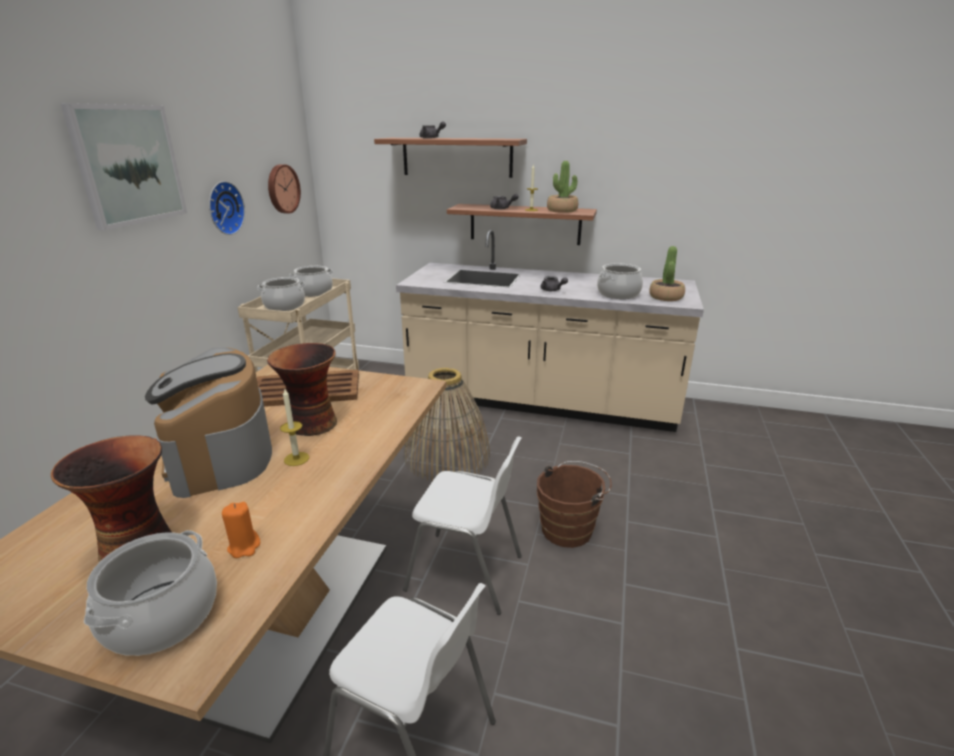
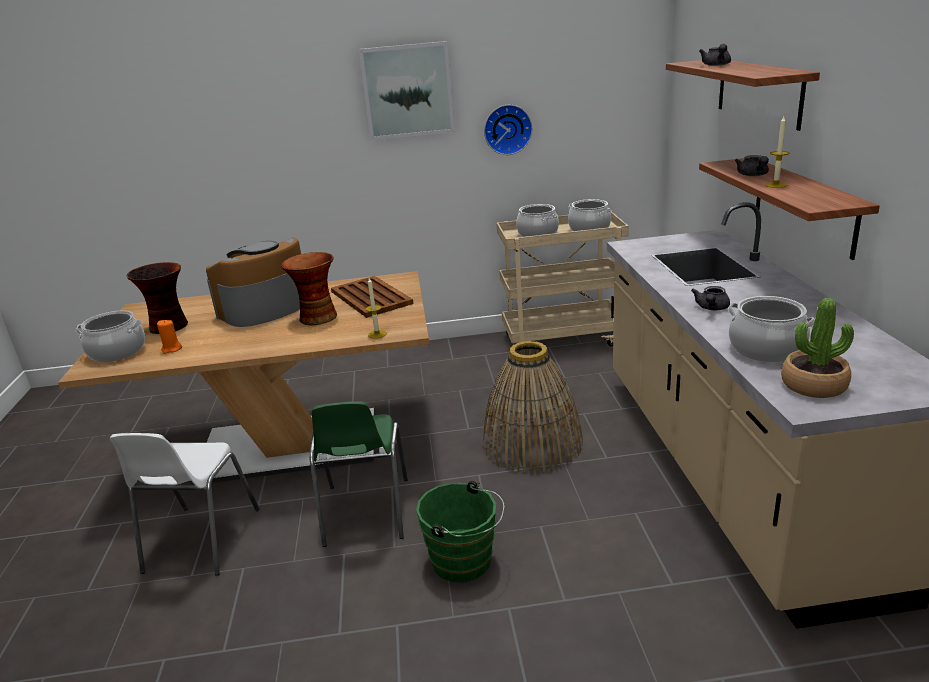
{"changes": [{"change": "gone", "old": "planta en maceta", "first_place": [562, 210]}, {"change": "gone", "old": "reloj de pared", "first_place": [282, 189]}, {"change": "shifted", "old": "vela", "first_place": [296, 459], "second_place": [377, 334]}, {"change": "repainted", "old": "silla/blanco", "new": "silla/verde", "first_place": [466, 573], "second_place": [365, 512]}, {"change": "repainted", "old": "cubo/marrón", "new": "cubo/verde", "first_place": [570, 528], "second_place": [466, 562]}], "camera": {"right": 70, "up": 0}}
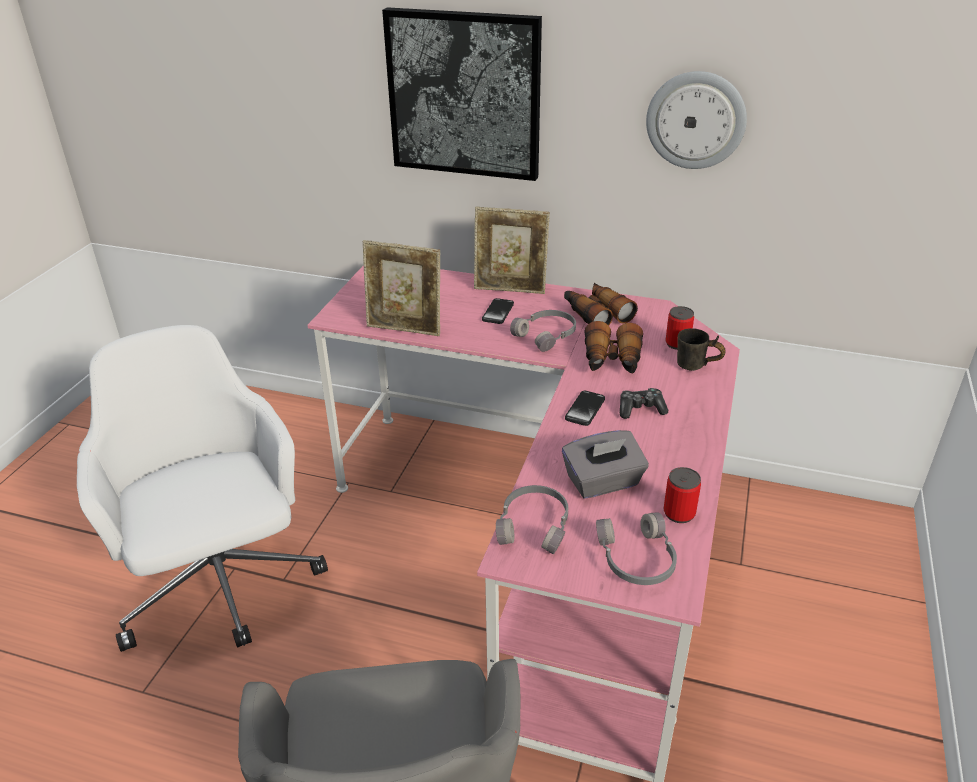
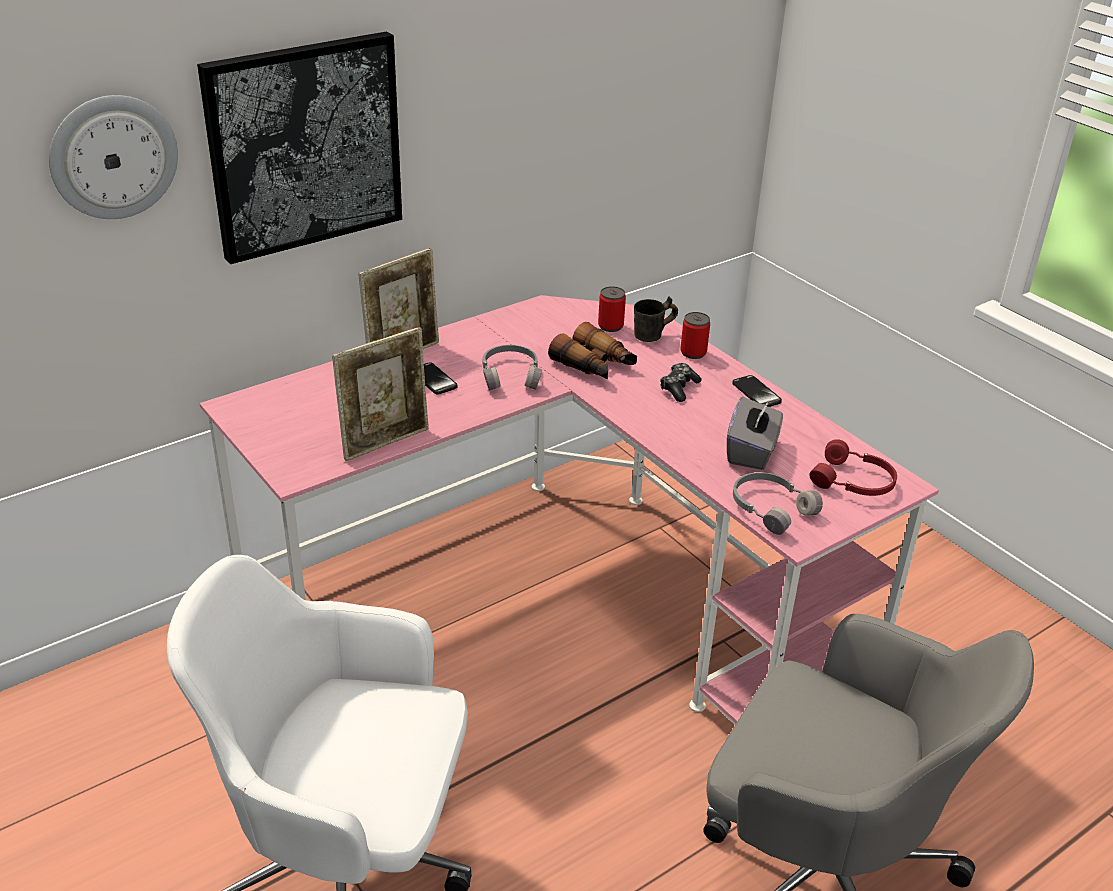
{"changes": [{"change": "shifted", "old": "reloj de pared", "first_place": [696, 120], "second_place": [113, 157]}, {"change": "gone", "old": "prismáticos", "first_place": [596, 313]}, {"change": "shifted", "old": "móvil", "first_place": [585, 409], "second_place": [756, 393]}, {"change": "shifted", "old": "lata", "first_place": [679, 513], "second_place": [693, 353]}, {"change": "repainted", "old": "auriculares/gris", "new": "auriculares/rojo", "first_place": [635, 559], "second_place": [853, 482]}], "camera": {"right": -55, "up": 0}}
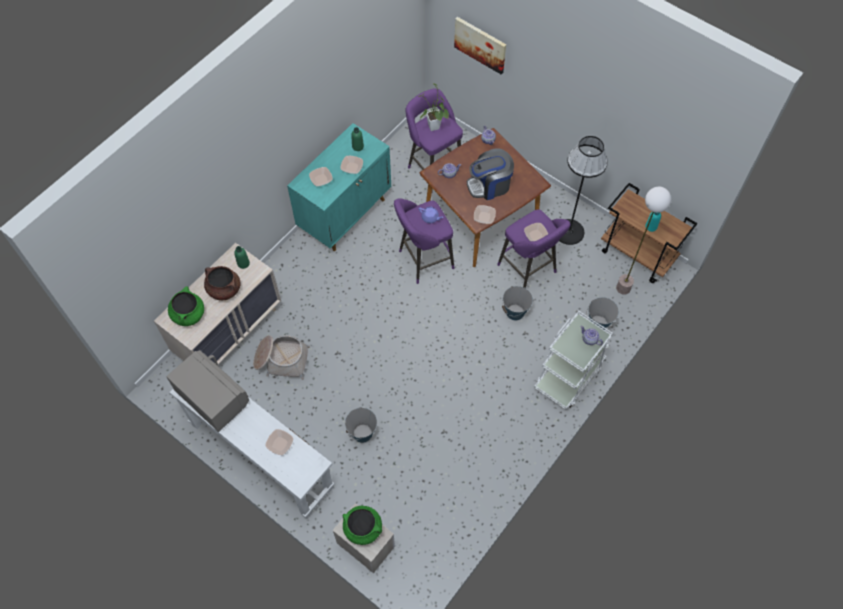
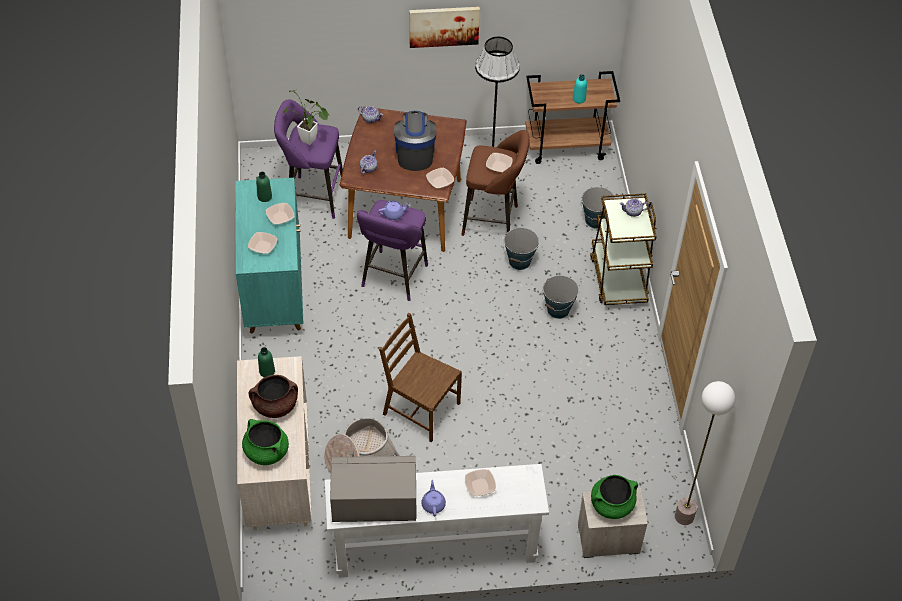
{"changes": [{"change": "shifted", "old": "cuadro", "first_place": [480, 44], "second_place": [444, 26]}, {"change": "rotated", "old": "cafetera", "first_place": [489, 185], "second_place": [415, 154], "degrees": 150}, {"change": "shifted", "old": "lámpara de pie", "first_place": [623, 288], "second_place": [684, 516]}, {"change": "repainted", "old": "taburete/morado", "new": "taburete/marrón", "first_place": [529, 271], "second_place": [493, 221]}, {"change": "repainted", "old": "carrito/blanco", "new": "carrito/marrón", "first_place": [568, 376], "second_place": [618, 278]}, {"change": "shifted", "old": "cubo", "first_place": [362, 433], "second_place": [558, 310]}, {"change": "new", "new": "silla/marrón", "second_place": [420, 409]}, {"change": "new", "new": "tetera/morado", "second_place": [433, 504]}], "camera": {"right": -45, "up": -10}}
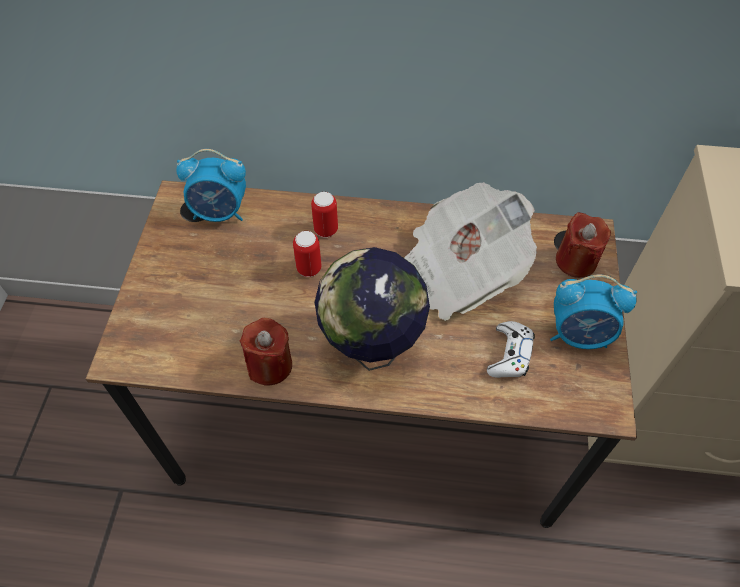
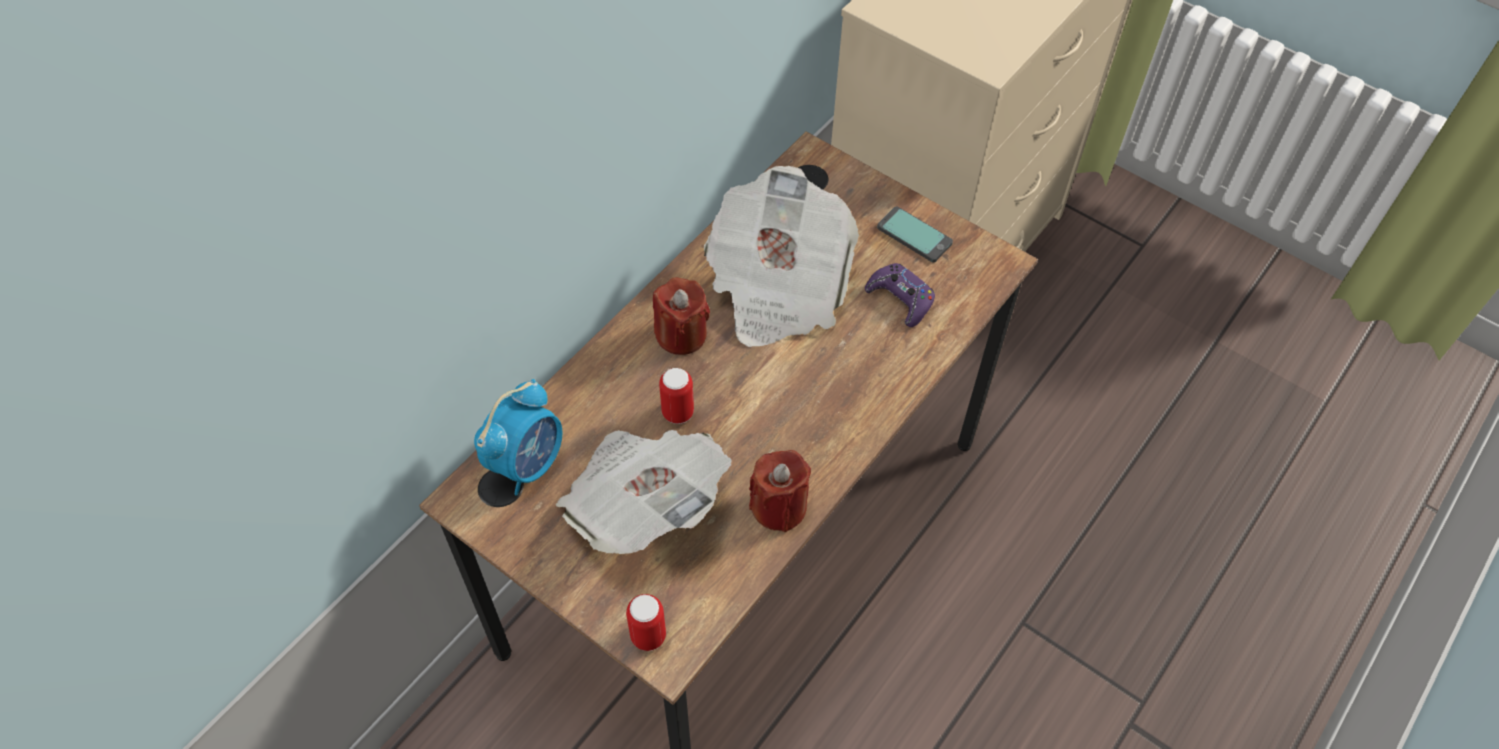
{"changes": [{"change": "shifted", "old": "lata", "first_place": [326, 230], "second_place": [648, 636]}, {"change": "shifted", "old": "vela/rojo", "first_place": [575, 261], "second_place": [681, 334]}, {"change": "gone", "old": "globo terráqueo", "first_place": [372, 348]}, {"change": "swapped", "old": "despertador", "new": "móvil", "first_place": [579, 334], "second_place": [914, 235]}, {"change": "repainted", "old": "mando de consola/blanco", "new": "mando de consola/morado", "first_place": [509, 354], "second_place": [900, 299]}, {"change": "new", "new": "periódico", "second_place": [644, 504]}], "camera": {"right": -60, "up": 0}}
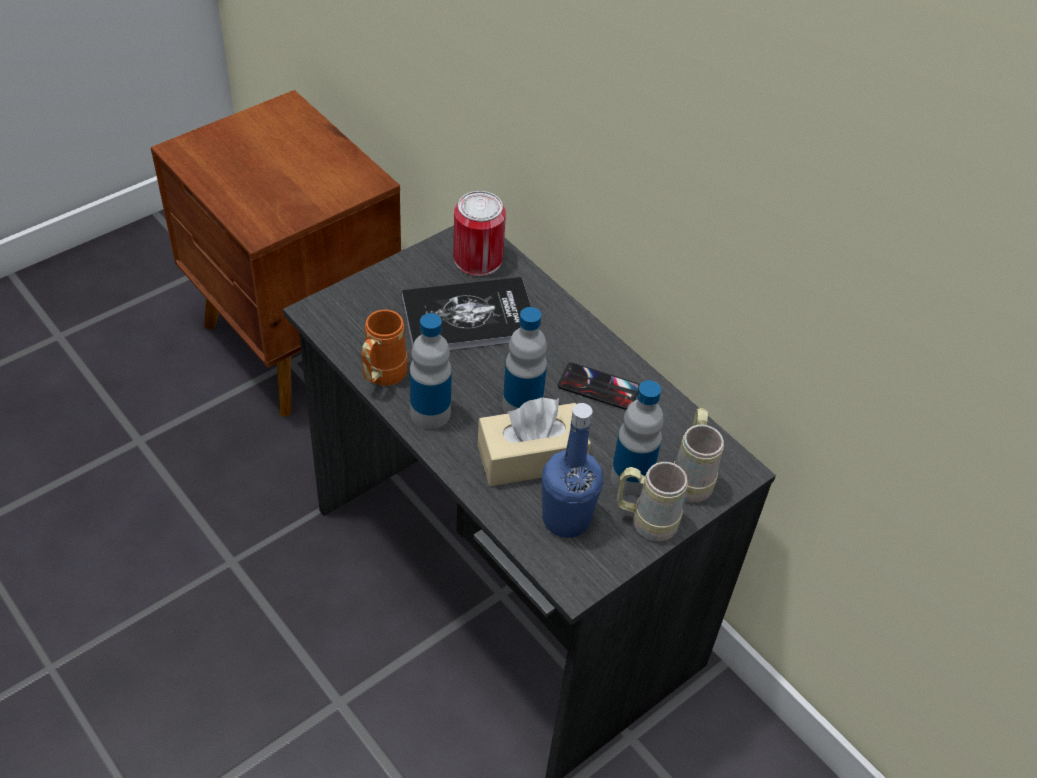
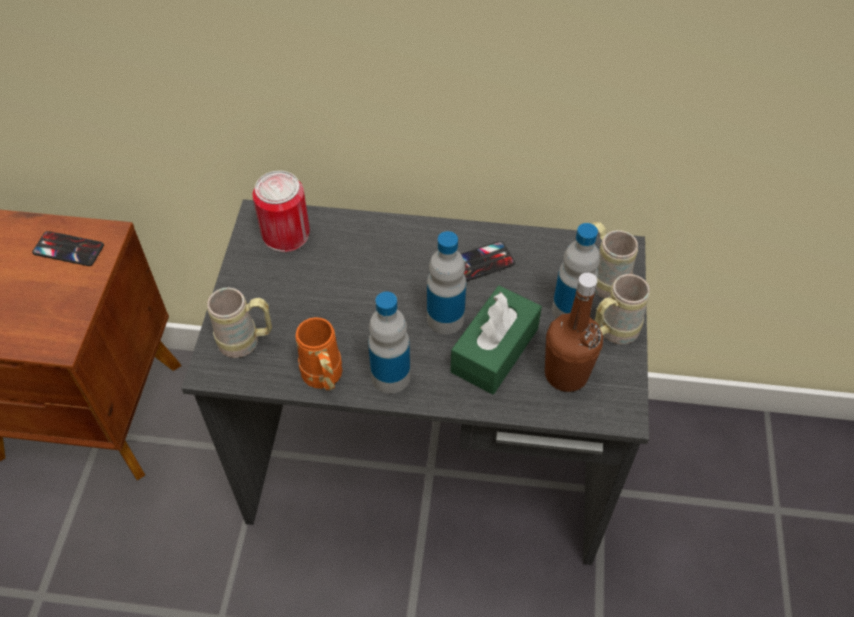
{"changes": [{"change": "gone", "old": "libro", "first_place": [469, 317]}, {"change": "repainted", "old": "caja de pañuelos/beis", "new": "caja de pañuelos/verde", "first_place": [531, 457], "second_place": [494, 350]}, {"change": "repainted", "old": "botella/azul", "new": "botella/marrón", "first_place": [566, 519], "second_place": [566, 374]}, {"change": "new", "new": "móvil", "second_place": [68, 249]}, {"change": "new", "new": "taza grande/beis", "second_place": [247, 342]}], "camera": {"right": -40, "up": 5}}
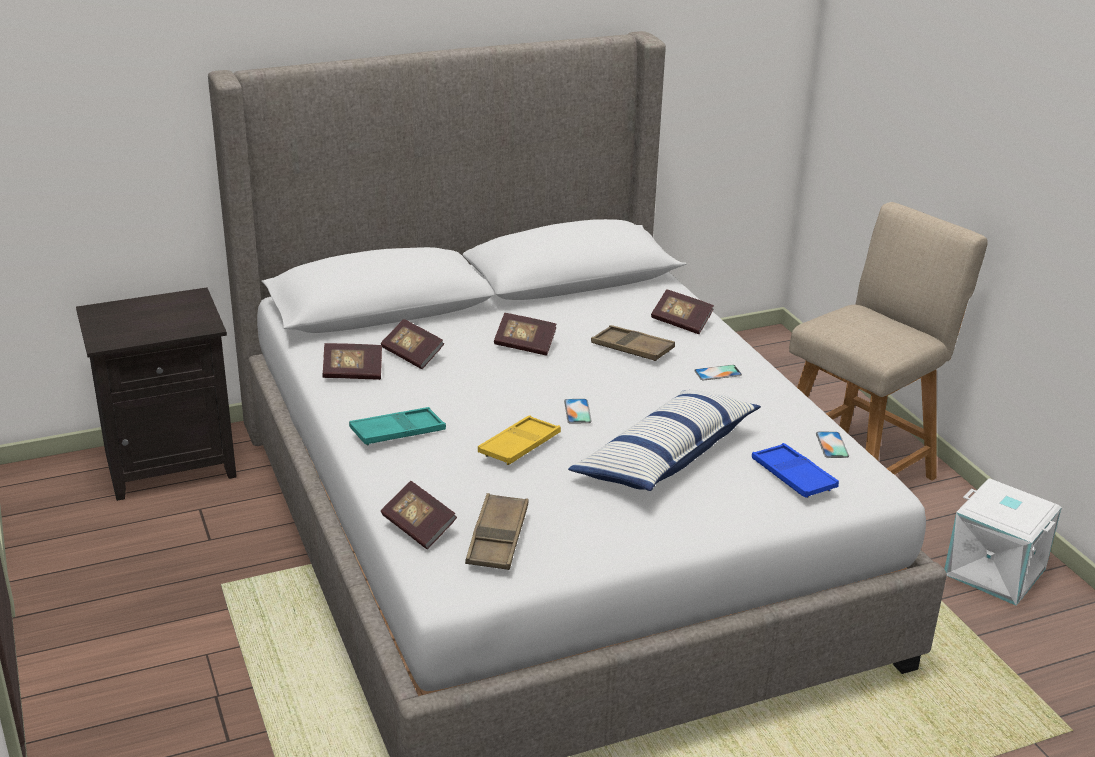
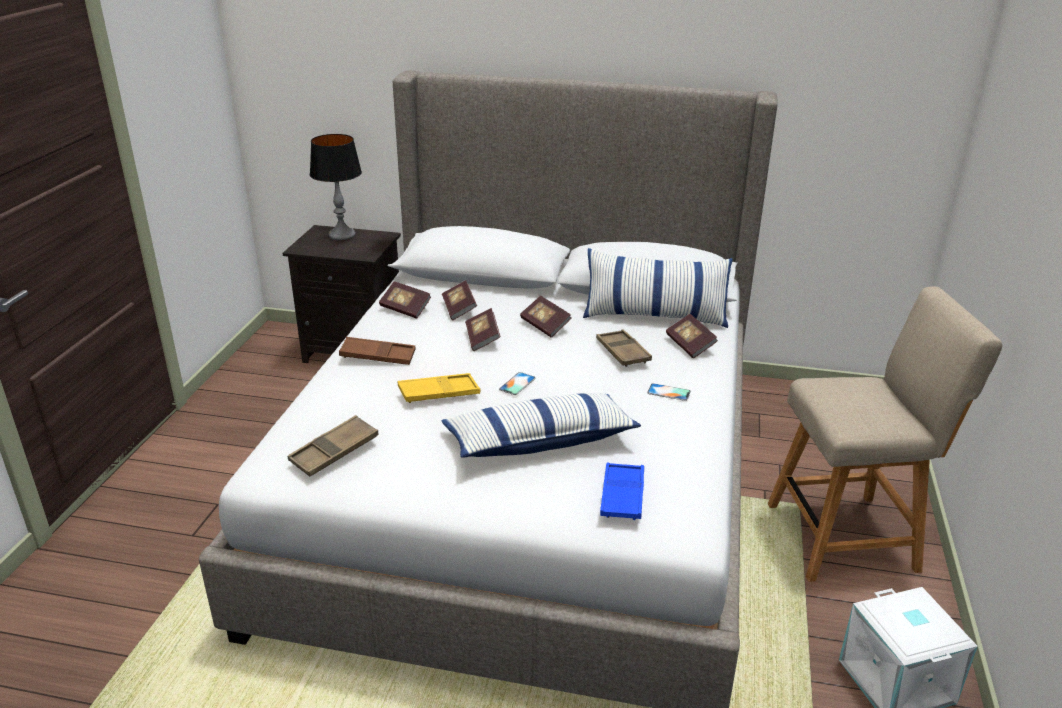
{"changes": [{"change": "repainted", "old": "bandeja/turquesa", "new": "bandeja/marrón", "first_place": [397, 432], "second_place": [378, 356]}, {"change": "gone", "old": "móvil", "first_place": [832, 445]}, {"change": "shifted", "old": "libro", "first_place": [418, 527], "second_place": [482, 339]}, {"change": "new", "new": "lámpara de mesa", "second_place": [342, 235]}, {"change": "new", "new": "cojín", "second_place": [654, 315]}], "camera": {"right": 35, "up": 0}}
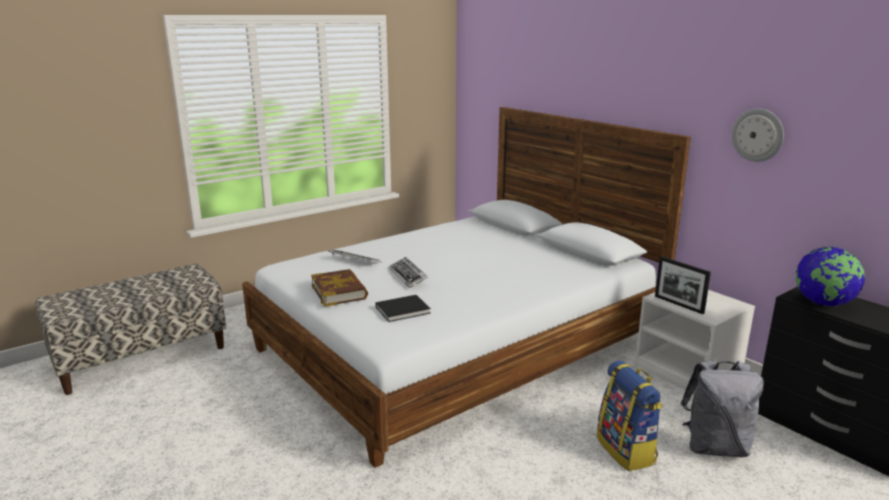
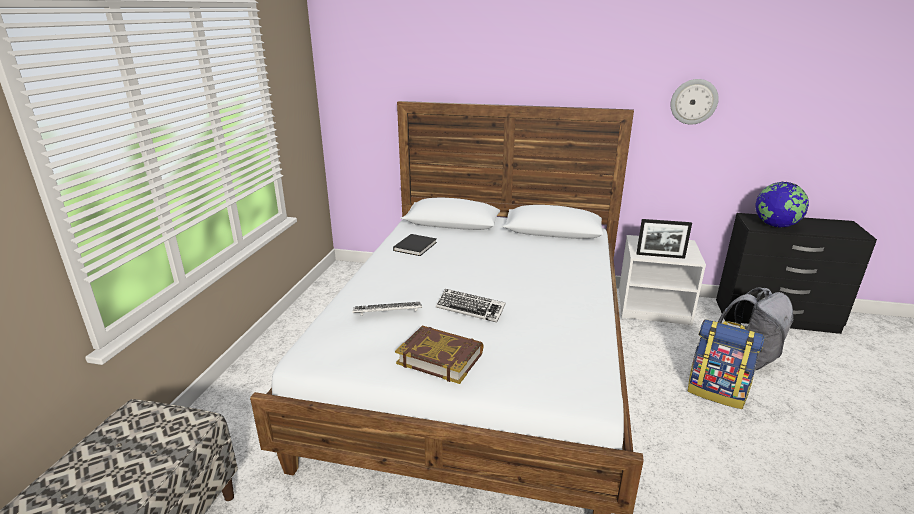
{"changes": [{"change": "shifted", "old": "libro/negro", "first_place": [404, 310], "second_place": [416, 246]}], "camera": {"right": -40, "up": 5}}
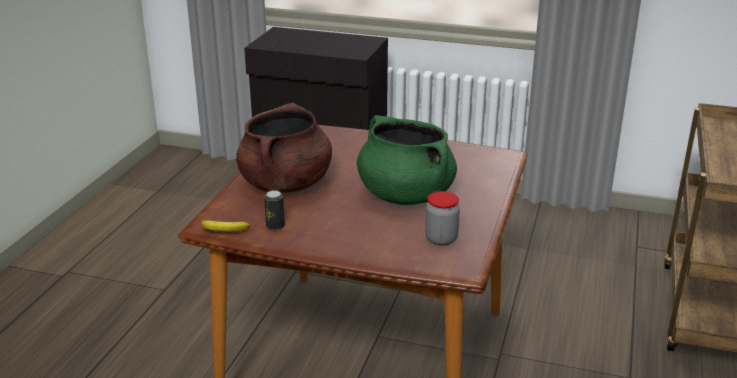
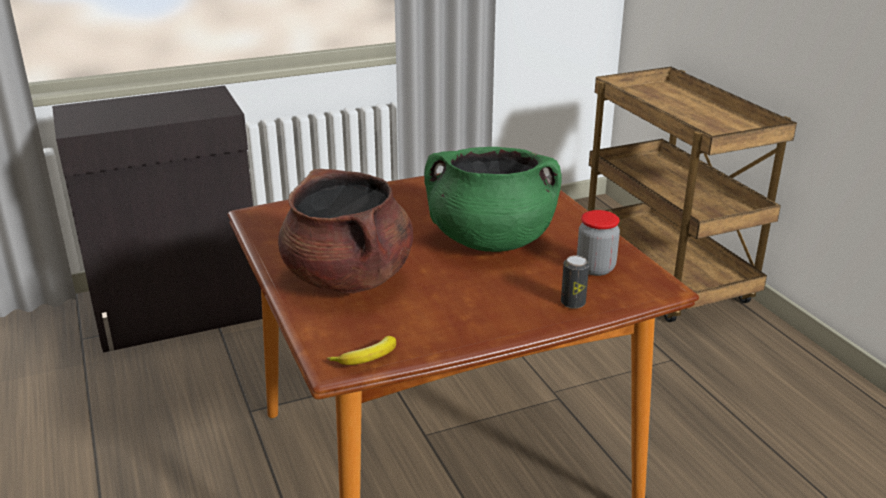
{"changes": [{"change": "shifted", "old": "lata", "first_place": [275, 226], "second_place": [573, 303]}], "camera": {"right": -40, "up": 0}}
